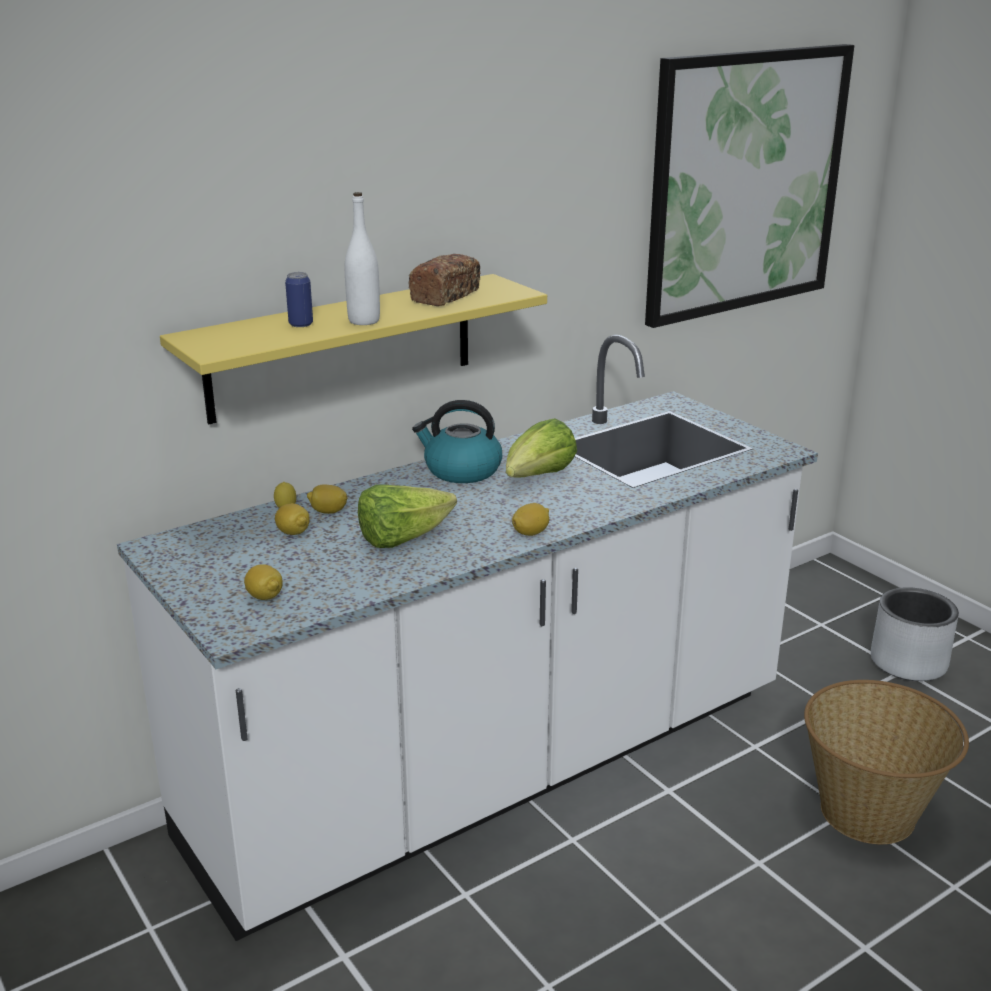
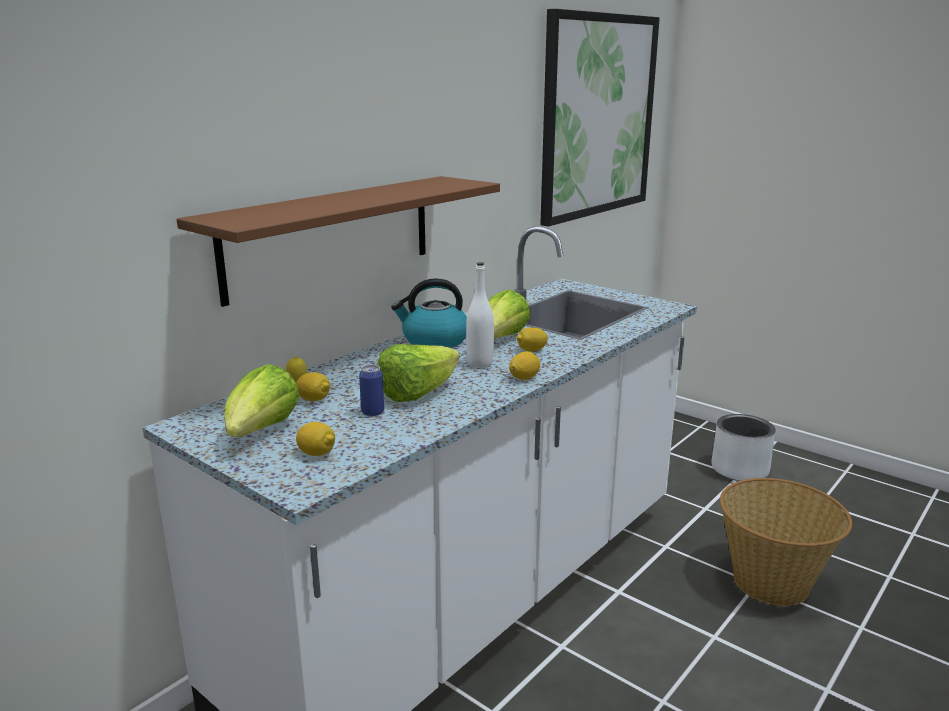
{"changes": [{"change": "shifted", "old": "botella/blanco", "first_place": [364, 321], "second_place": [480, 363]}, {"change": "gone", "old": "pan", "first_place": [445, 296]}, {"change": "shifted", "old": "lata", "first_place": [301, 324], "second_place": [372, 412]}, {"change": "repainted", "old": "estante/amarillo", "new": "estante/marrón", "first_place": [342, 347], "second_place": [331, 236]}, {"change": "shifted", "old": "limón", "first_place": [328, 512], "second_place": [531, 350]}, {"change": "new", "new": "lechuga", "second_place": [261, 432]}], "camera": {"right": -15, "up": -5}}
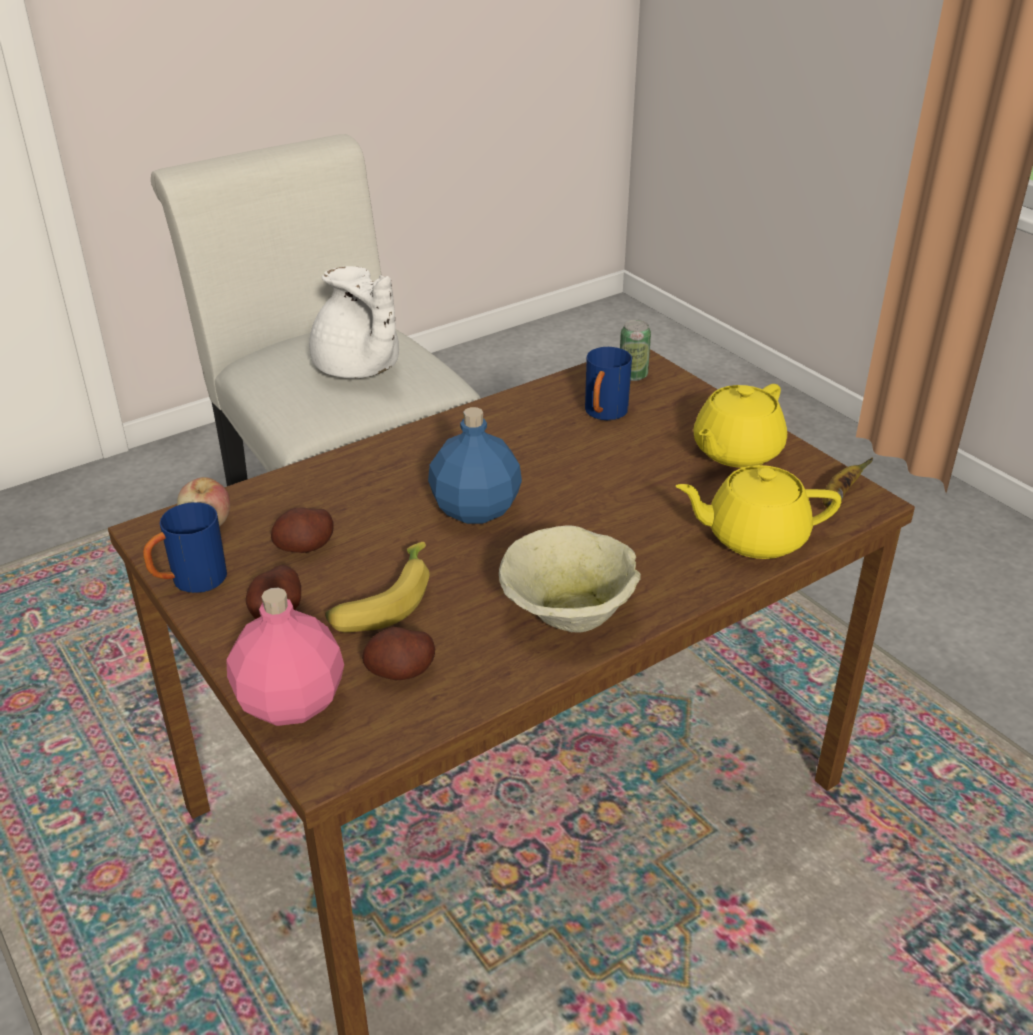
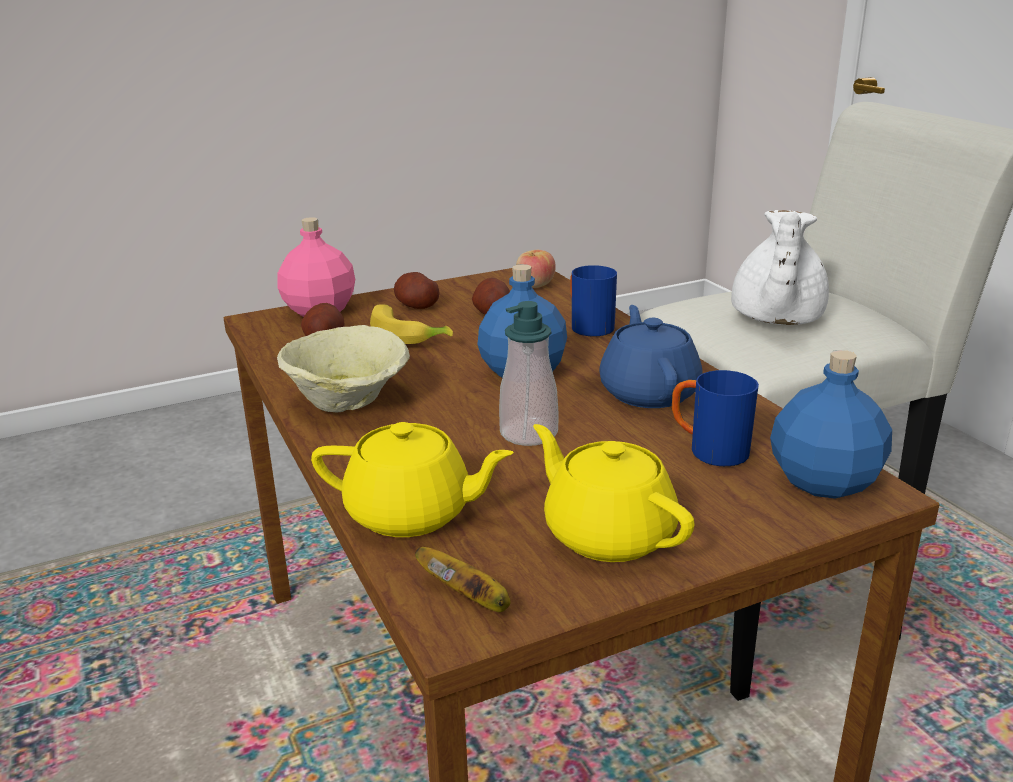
{"changes": [{"change": "rotated", "old": "tetera/blanco", "first_place": [358, 369], "second_place": [775, 319], "degrees": -45}, {"change": "swapped", "old": "lata", "new": "botella/azul", "first_place": [633, 375], "second_place": [823, 482]}, {"change": "rotated", "old": "tetera/amarillo", "first_place": [754, 537], "second_place": [411, 514], "degrees": 90}, {"change": "shifted", "old": "taza grande/azul", "first_place": [190, 582], "second_place": [587, 326]}, {"change": "new", "new": "dispensador de jabón", "second_place": [528, 433]}, {"change": "new", "new": "tetera/azul", "second_place": [649, 392]}], "camera": {"right": 100, "up": -10}}
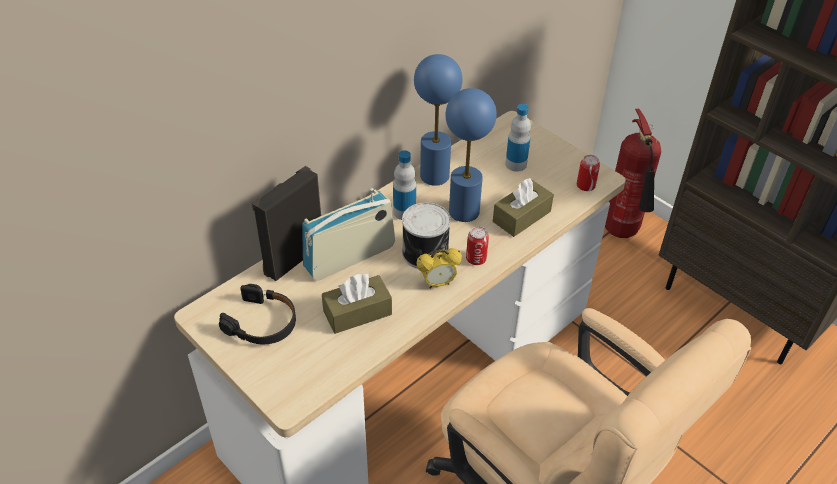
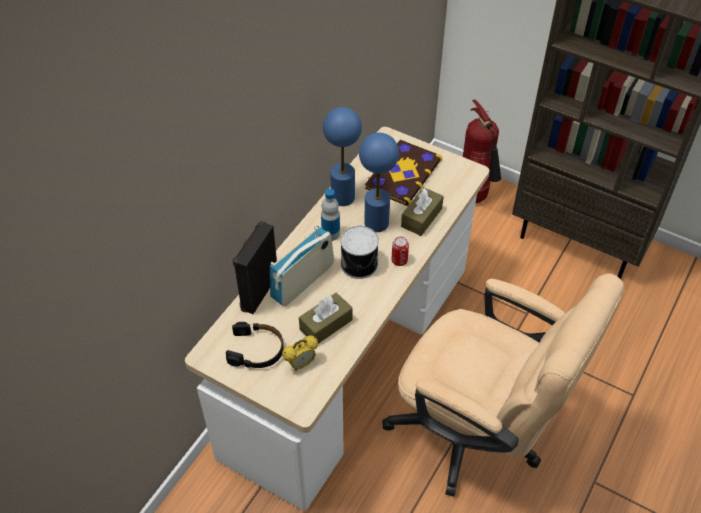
{"changes": [{"change": "swapped", "old": "botella", "new": "libro", "first_place": [516, 164], "second_place": [402, 174]}, {"change": "gone", "old": "lata", "first_place": [585, 186]}, {"change": "shifted", "old": "despertador", "first_place": [438, 283], "second_place": [301, 364]}], "camera": {"right": -15, "up": 5}}
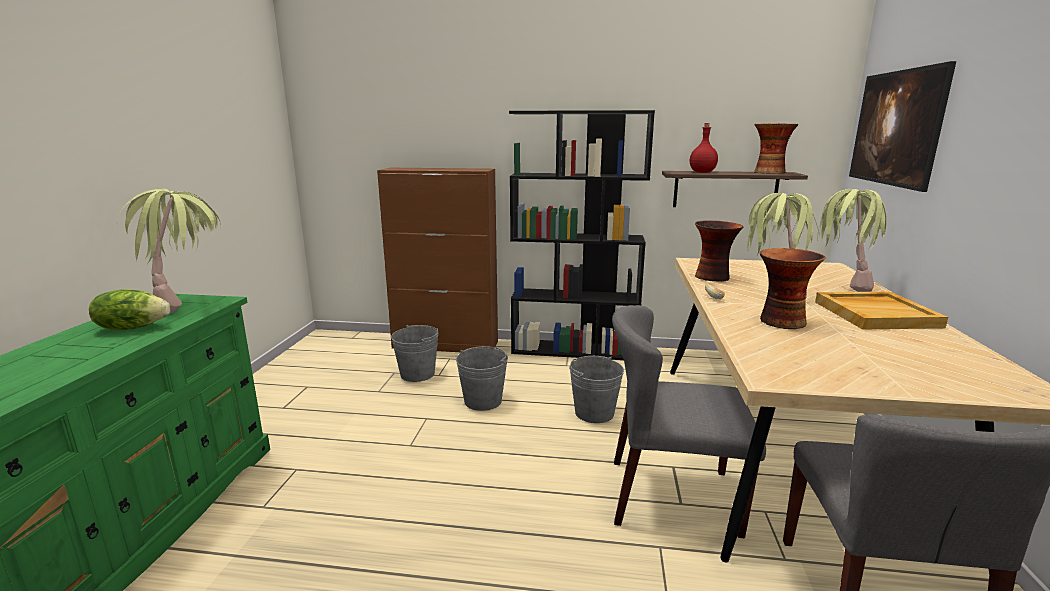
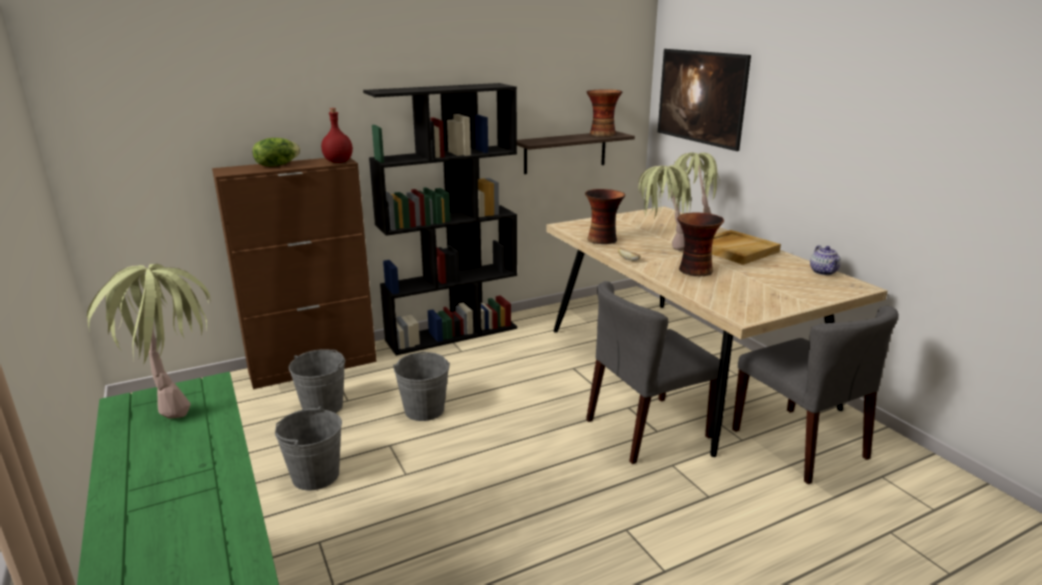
{"changes": [{"change": "shifted", "old": "botella/rojo", "first_place": [701, 172], "second_place": [337, 162]}, {"change": "shifted", "old": "lechuga", "first_place": [133, 327], "second_place": [277, 165]}, {"change": "shifted", "old": "cubo/gris", "first_place": [594, 413], "second_place": [315, 475]}, {"change": "new", "new": "tetera", "second_place": [824, 272]}], "camera": {"right": -35, "up": 5}}
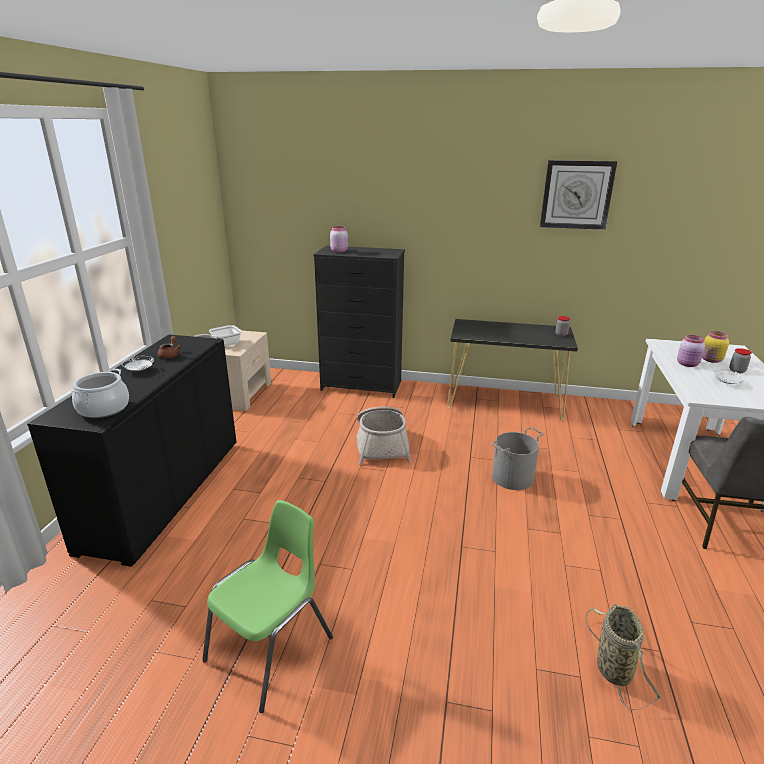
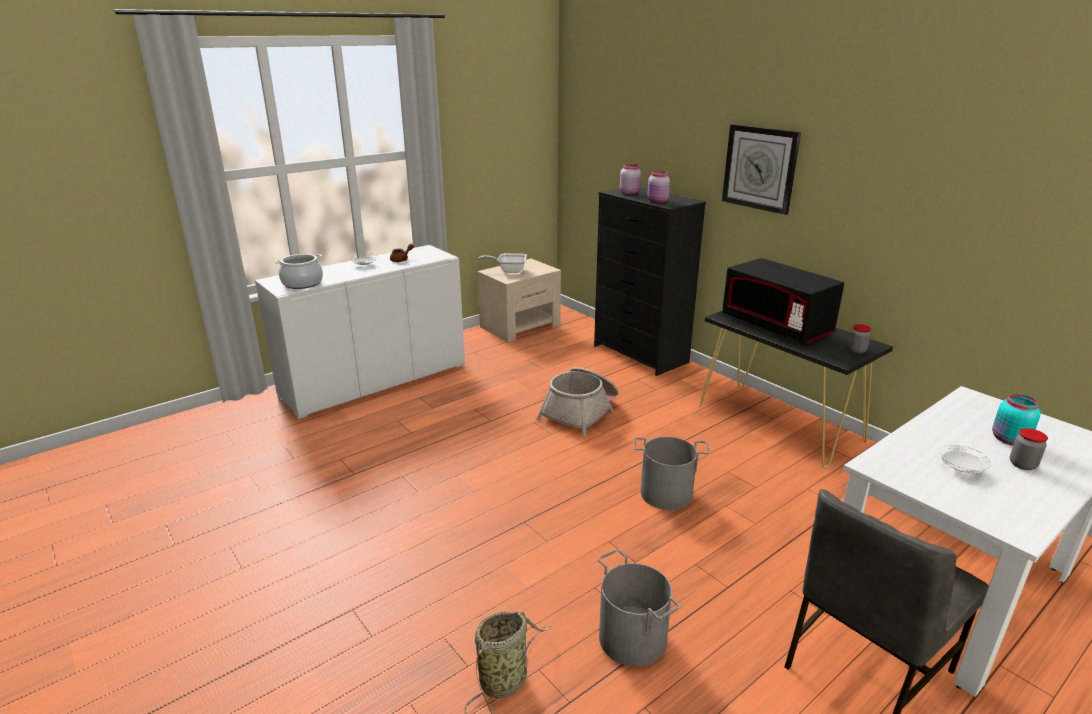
{"changes": [{"change": "shifted", "old": "reloj de pared", "first_place": [576, 195], "second_place": [760, 168]}, {"change": "repainted", "old": "tarro/amarillo", "new": "tarro/turquesa", "first_place": [711, 360], "second_place": [1008, 440]}, {"change": "repainted", "old": "armario/negro", "new": "armario/blanco", "first_place": [165, 492], "second_place": [375, 380]}, {"change": "shifted", "old": "tarro/rosa", "first_place": [688, 364], "second_place": [657, 201]}, {"change": "gone", "old": "silla/verde", "first_place": [272, 649]}, {"change": "new", "new": "microondas/negro", "second_place": [776, 326]}, {"change": "new", "new": "cubo/gris", "second_place": [631, 639]}], "camera": {"right": 40, "up": 0}}
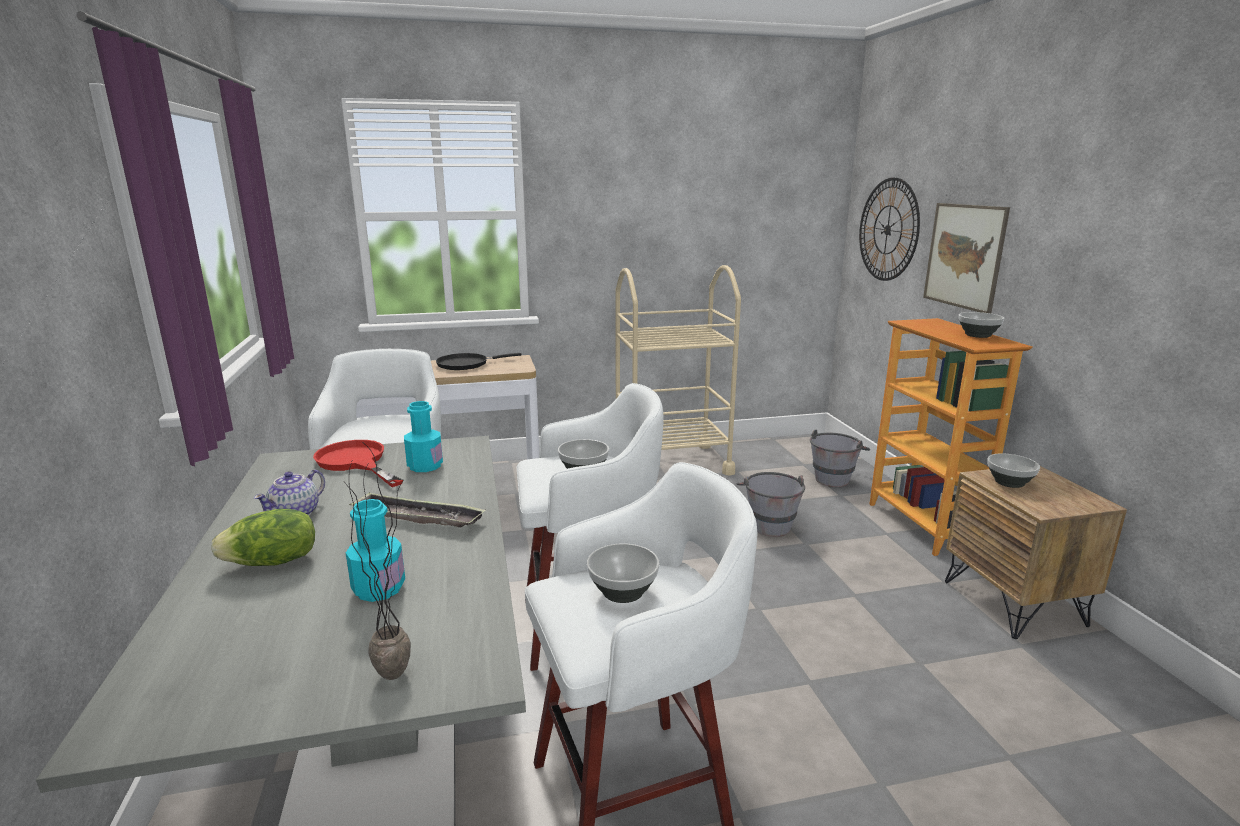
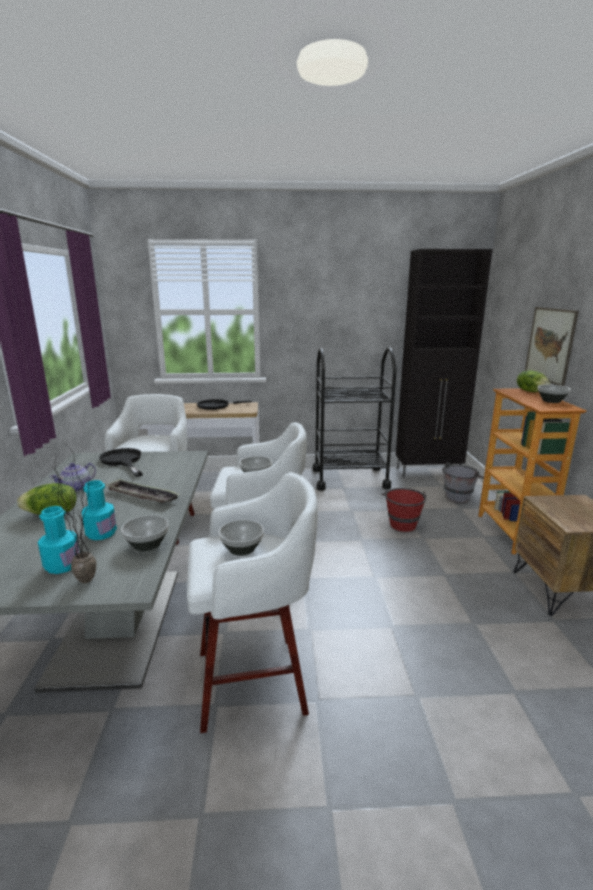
{"changes": [{"change": "gone", "old": "reloj de pared", "first_place": [888, 230]}, {"change": "repainted", "old": "carrito/beis", "new": "carrito/negro", "first_place": [671, 463], "second_place": [350, 478]}, {"change": "shifted", "old": "botella/turquesa", "first_place": [425, 466], "second_place": [62, 565]}, {"change": "repainted", "old": "sartén/rojo", "new": "sartén/negro", "first_place": [356, 462], "second_place": [123, 461]}, {"change": "shifted", "old": "cuenco", "first_place": [1010, 482], "second_place": [147, 545]}, {"change": "repainted", "old": "cubo/gris", "new": "cubo/rojo", "first_place": [768, 523], "second_place": [402, 522]}, {"change": "new", "new": "armario/negro", "second_place": [429, 472]}, {"change": "new", "new": "lechuga", "second_place": [531, 391]}], "camera": {"right": 10, "up": 0}}
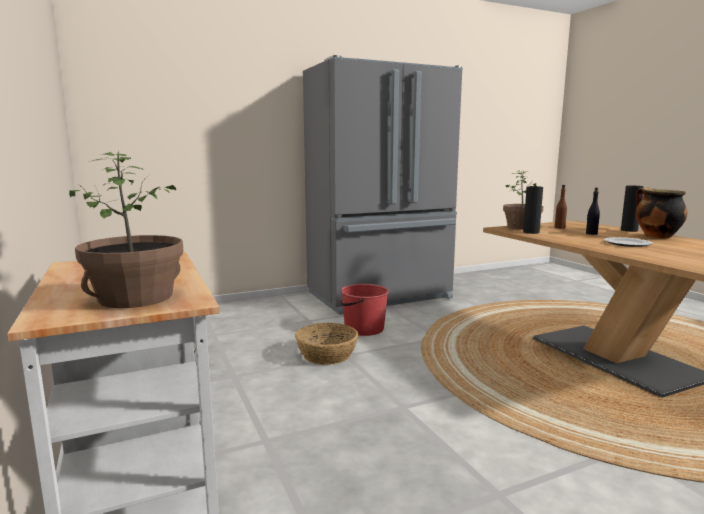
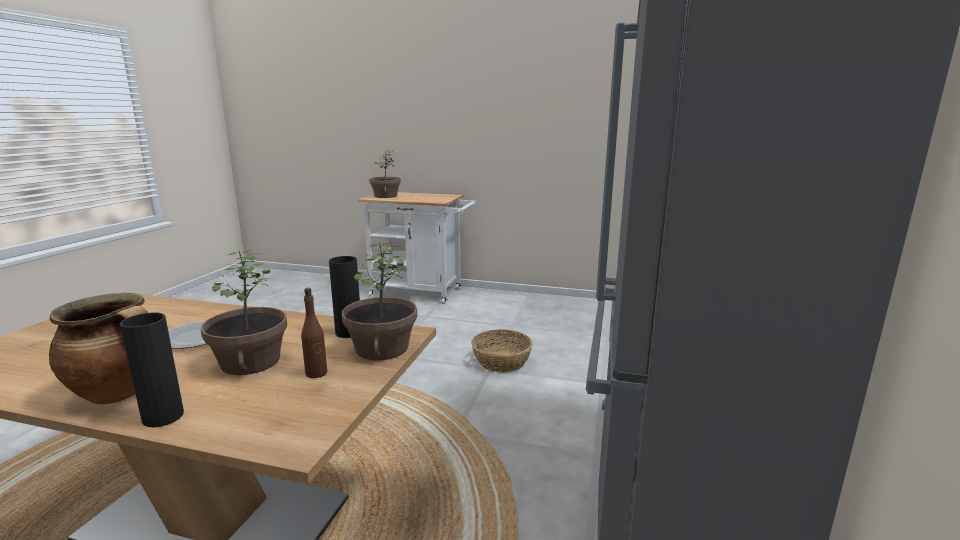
{"changes": [{"change": "swapped", "old": "botella/negro", "new": "planta en maceta", "first_place": [591, 233], "second_place": [249, 362]}, {"change": "gone", "old": "cubo/rojo", "first_place": [363, 329]}], "camera": {"right": 130, "up": 5}}
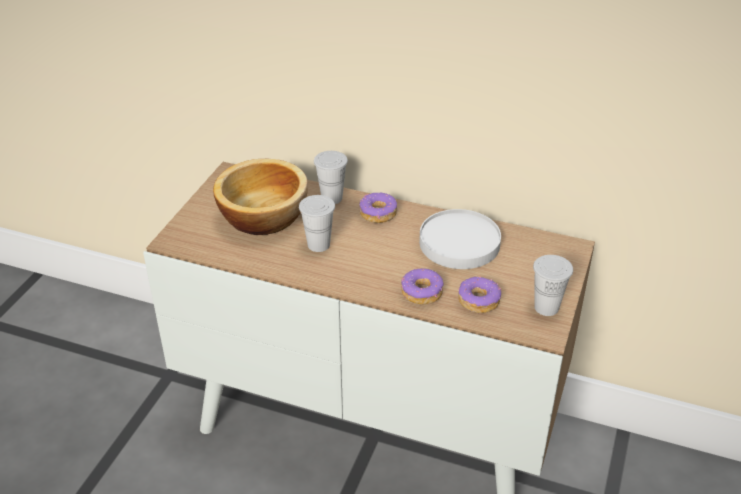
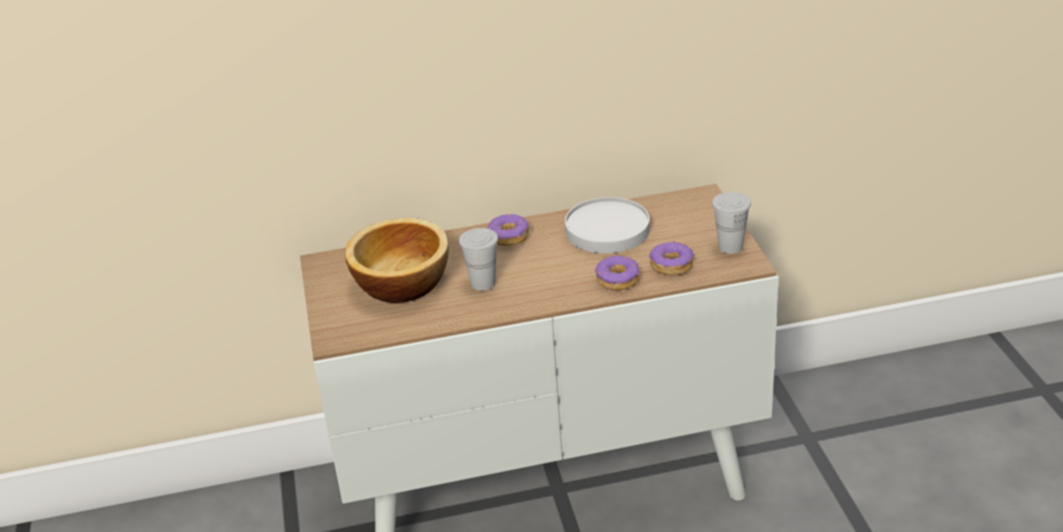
{"changes": [{"change": "gone", "old": "taza/blanco", "first_place": [331, 198]}], "camera": {"right": -30, "up": -5}}
